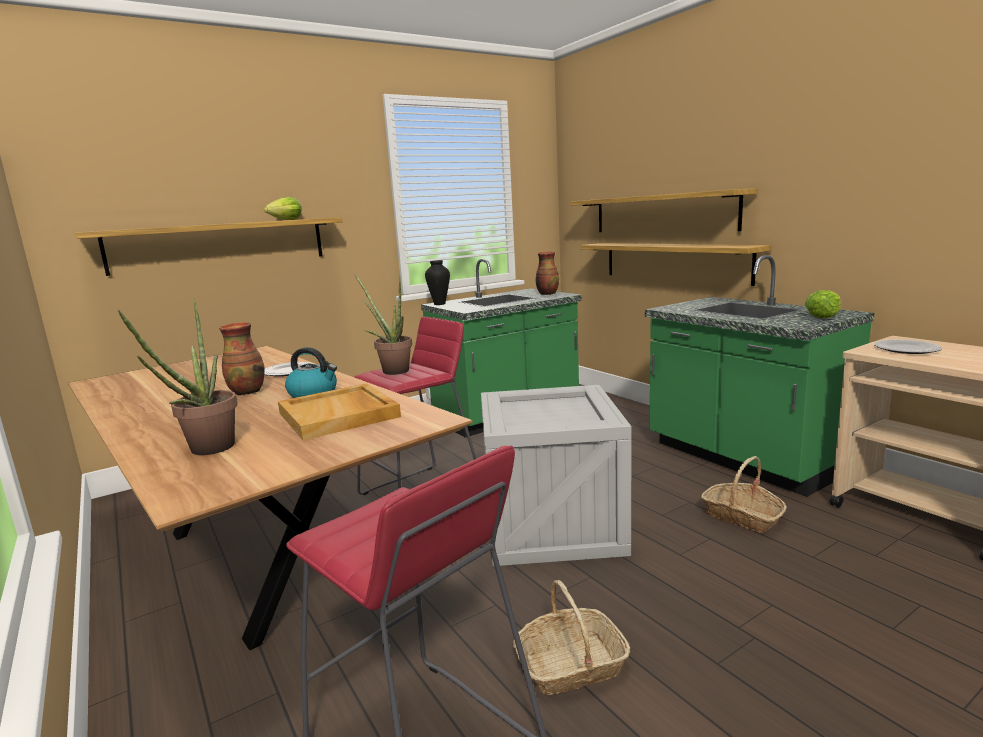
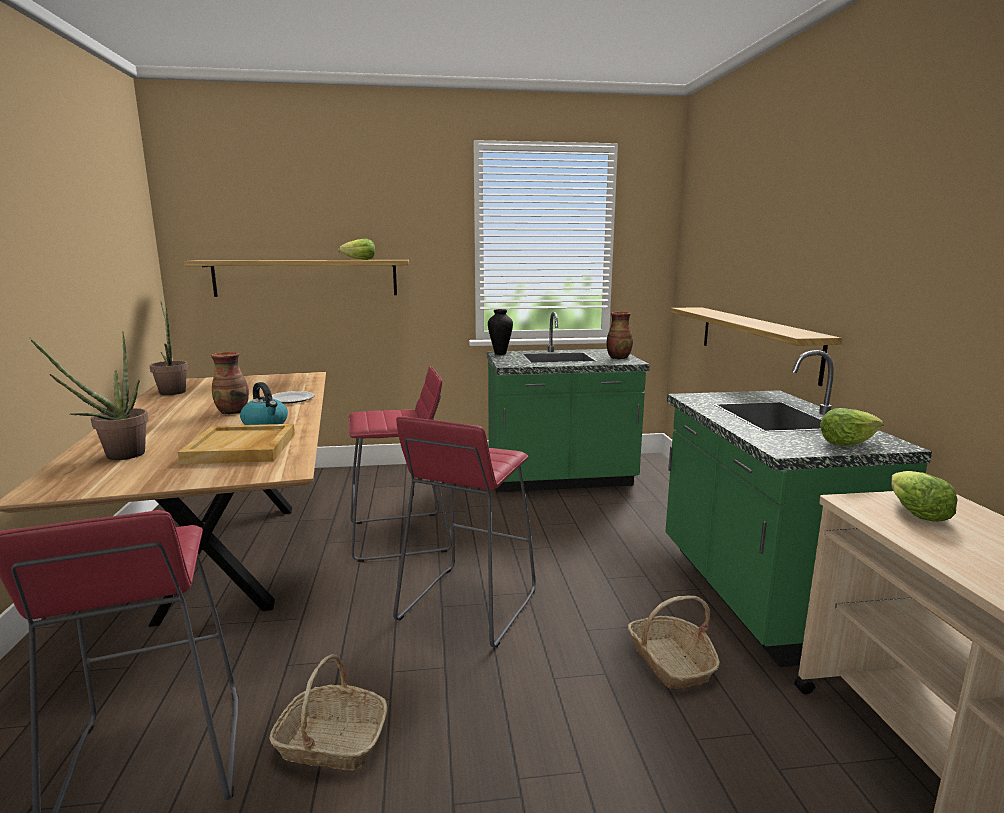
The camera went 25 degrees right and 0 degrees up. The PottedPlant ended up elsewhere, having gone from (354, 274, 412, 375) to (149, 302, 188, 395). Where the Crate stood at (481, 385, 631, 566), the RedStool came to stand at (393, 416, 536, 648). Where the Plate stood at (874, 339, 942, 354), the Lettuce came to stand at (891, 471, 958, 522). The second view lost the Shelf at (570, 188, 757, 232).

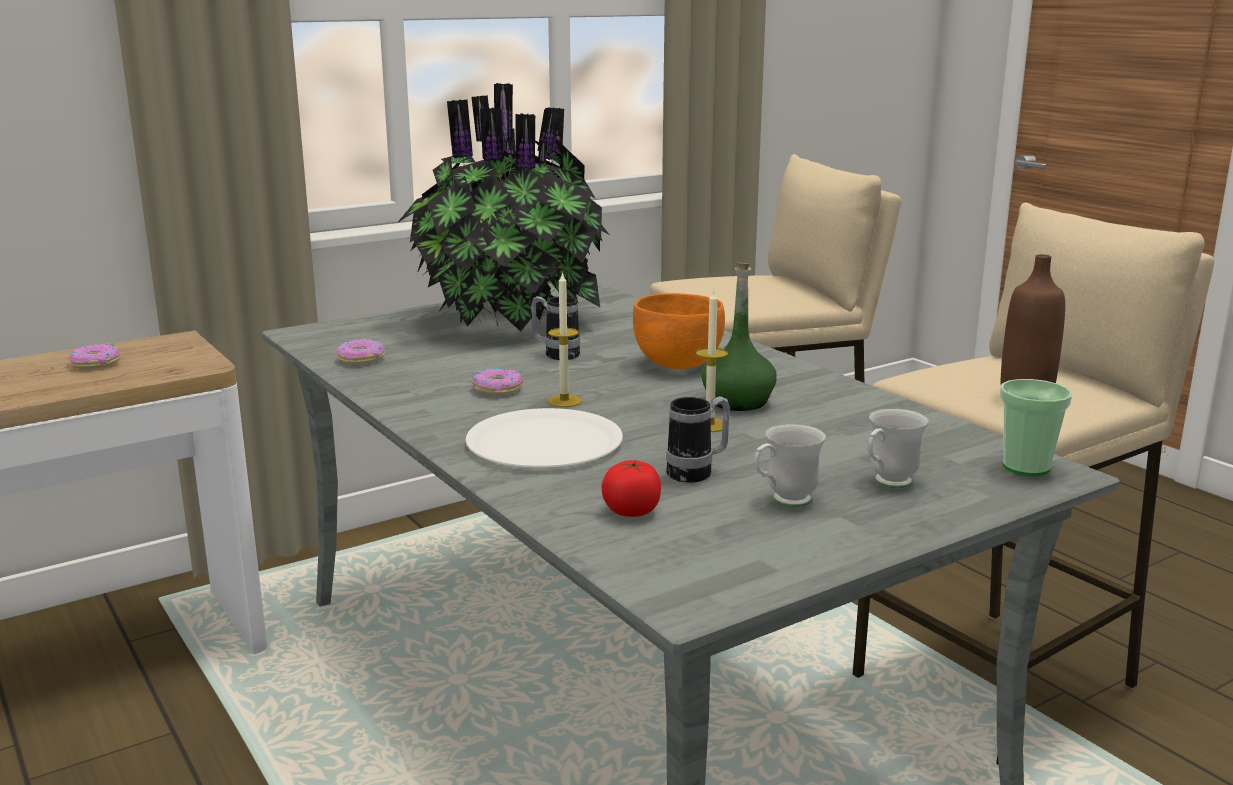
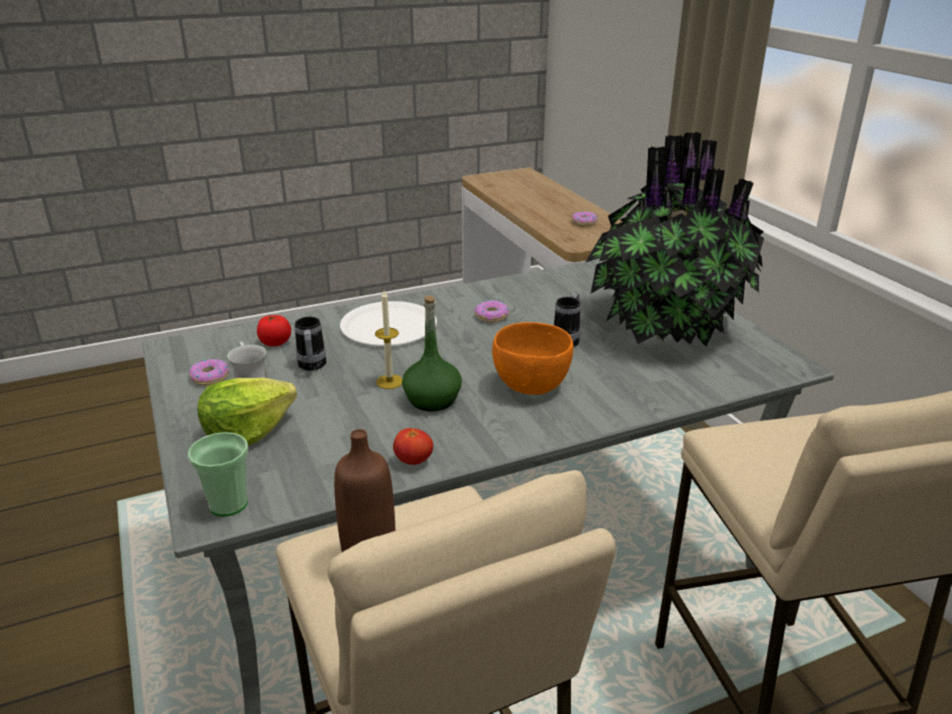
The camera went 100 degrees right and 10 degrees up. The Donut ended up elsewhere, having gone from (337, 339, 385, 365) to (189, 359, 229, 386). Where the WhiteMug stood at (868, 409, 929, 488), the Lettuce came to stand at (198, 378, 297, 446). The second view gained the Tomato at (393, 428, 433, 465). The second view lost the Candle at (547, 271, 582, 407).

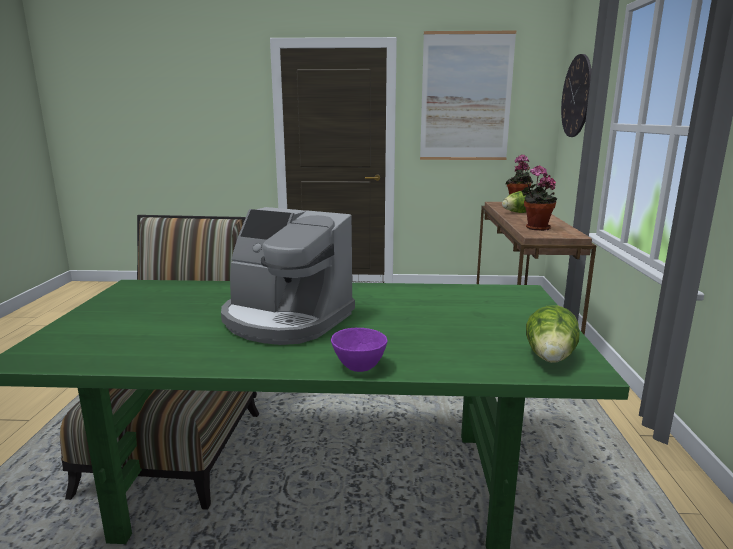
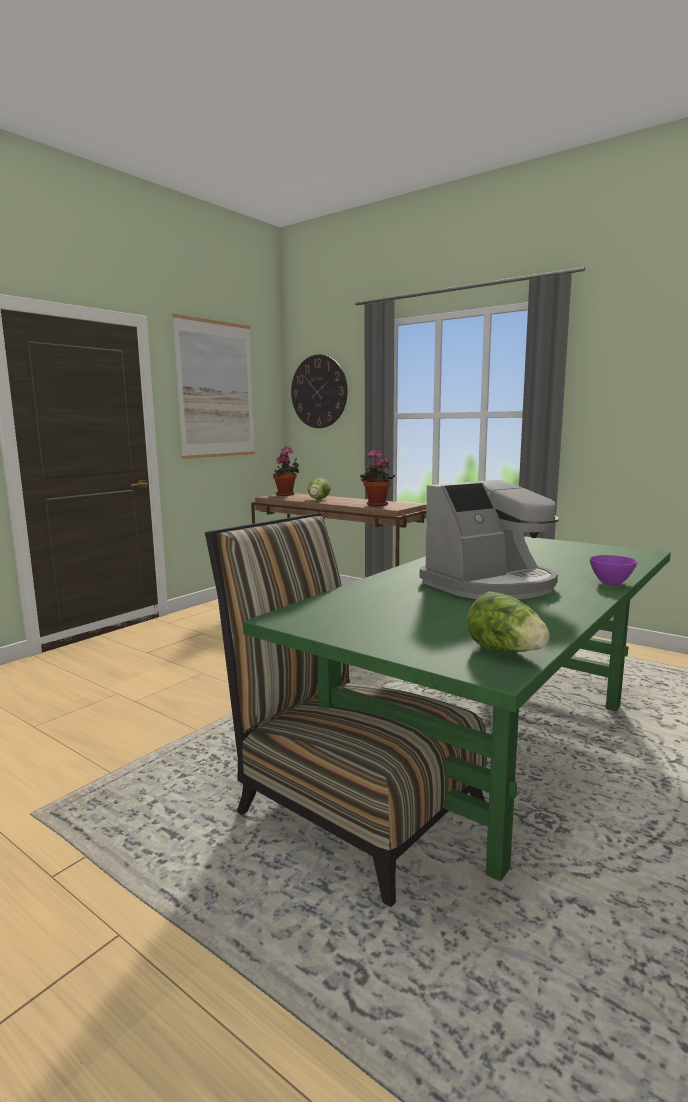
The camera went 55 degrees left and 5 degrees down. The Lettuce ended up elsewhere, having gone from (526, 305, 580, 363) to (467, 591, 550, 652).

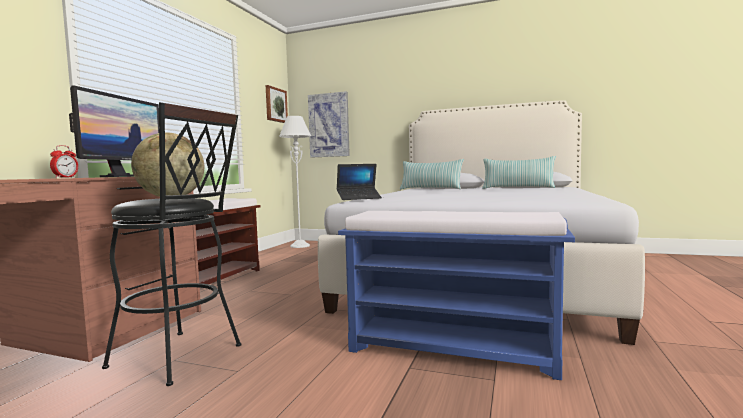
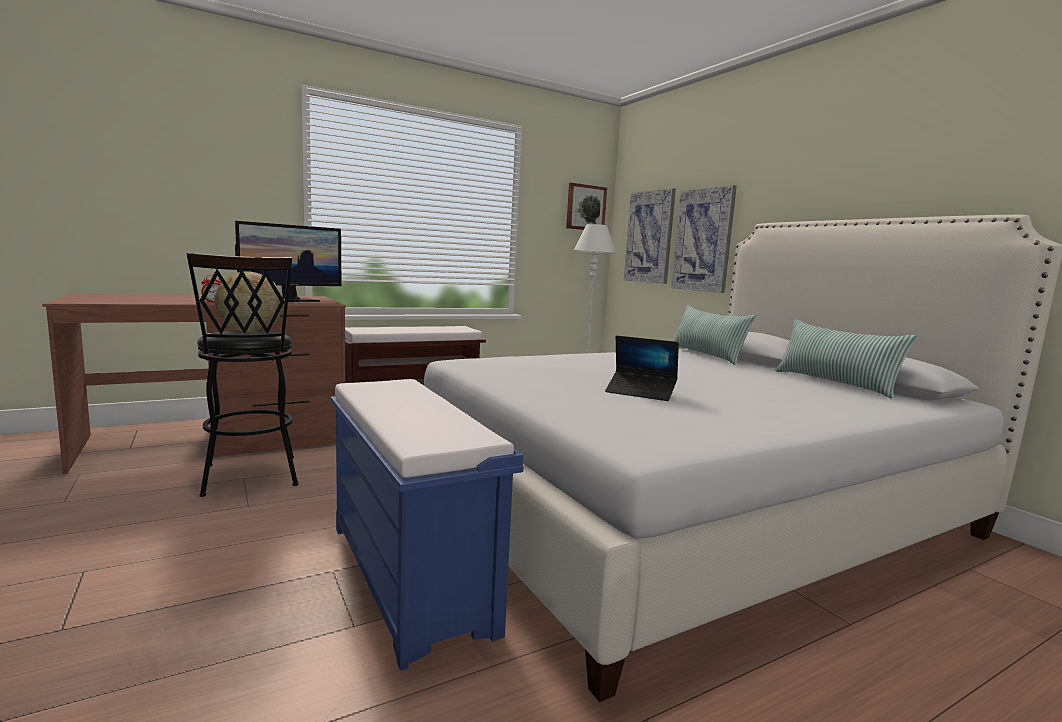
The camera went 40 degrees right and 5 degrees up. The Laptop ended up elsewhere, having gone from (337, 164, 382, 200) to (605, 336, 679, 401). The second view gained the Picture at (671, 185, 737, 293).

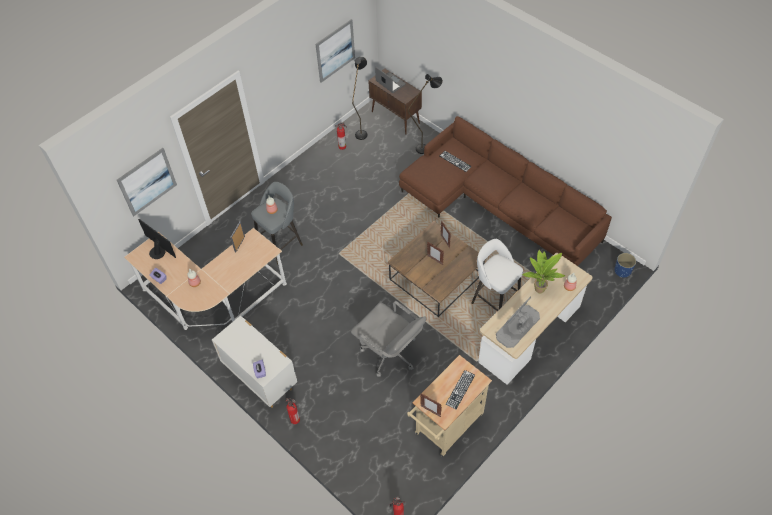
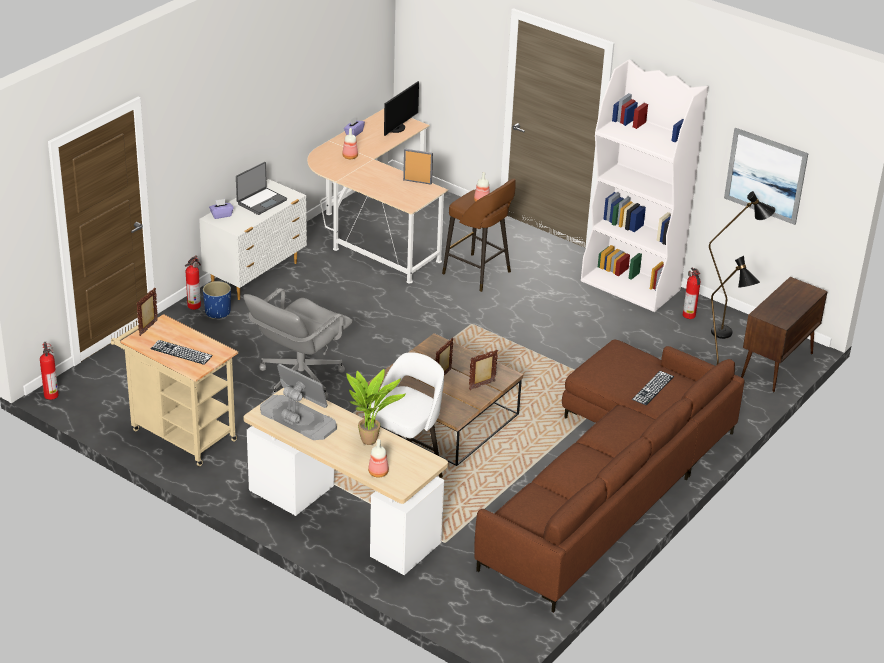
The camera went 80 degrees right and 20 degrees down. The BluePlanter ended up elsewhere, having gone from (614, 253, 636, 278) to (203, 281, 231, 319). The Laptop ended up elsewhere, having gone from (375, 67, 406, 93) to (236, 162, 287, 215). What was the GreyStool at (251, 182, 303, 264) turned into the BrownStool at (442, 179, 516, 292). The second view gained the WhiteBookcase at (581, 59, 708, 312). The second view lost the Picture at (117, 148, 177, 216).

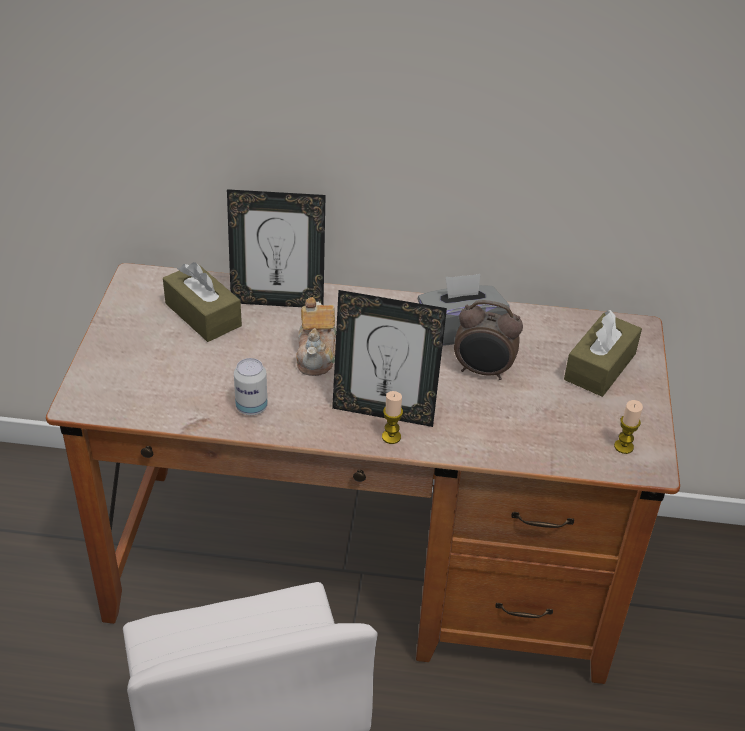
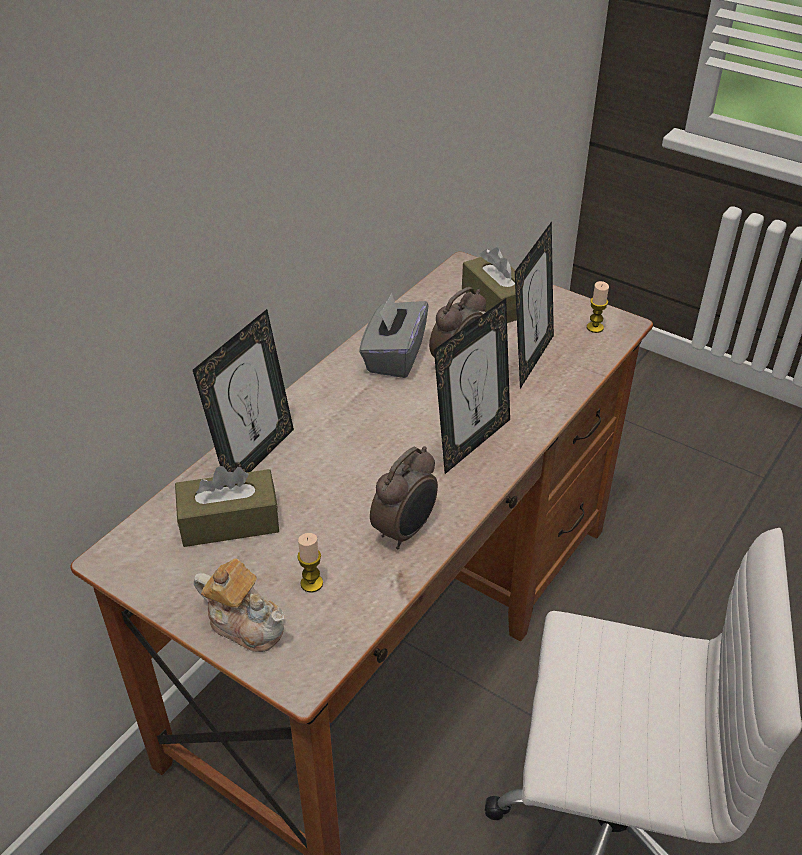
The camera went 60 degrees left and 0 degrees up. The Teapot ended up elsewhere, having gone from (296, 297, 336, 376) to (194, 559, 285, 652). The Candle ended up elsewhere, having gone from (382, 391, 403, 444) to (297, 533, 323, 593). Where the Can stood at (234, 358, 268, 415), the AlarmClock came to stand at (370, 446, 438, 549). The second view gained the PictureFrame at (515, 222, 554, 389).

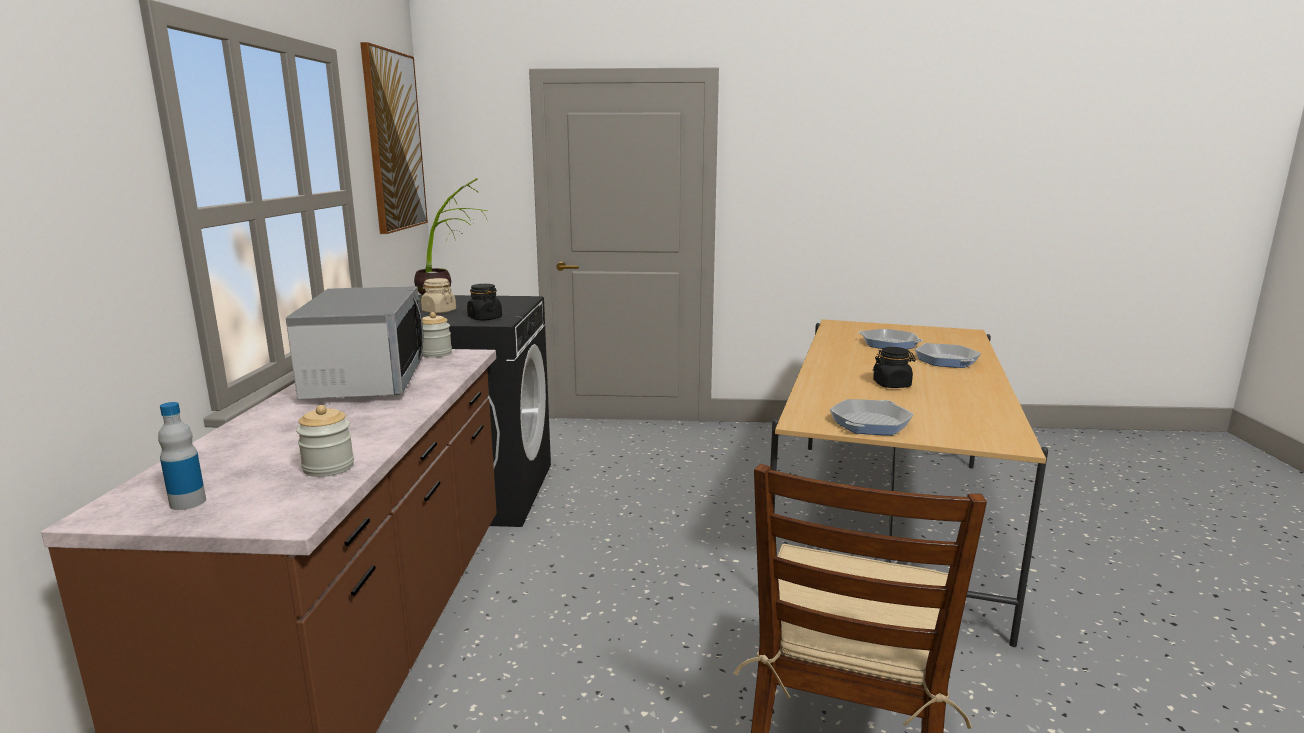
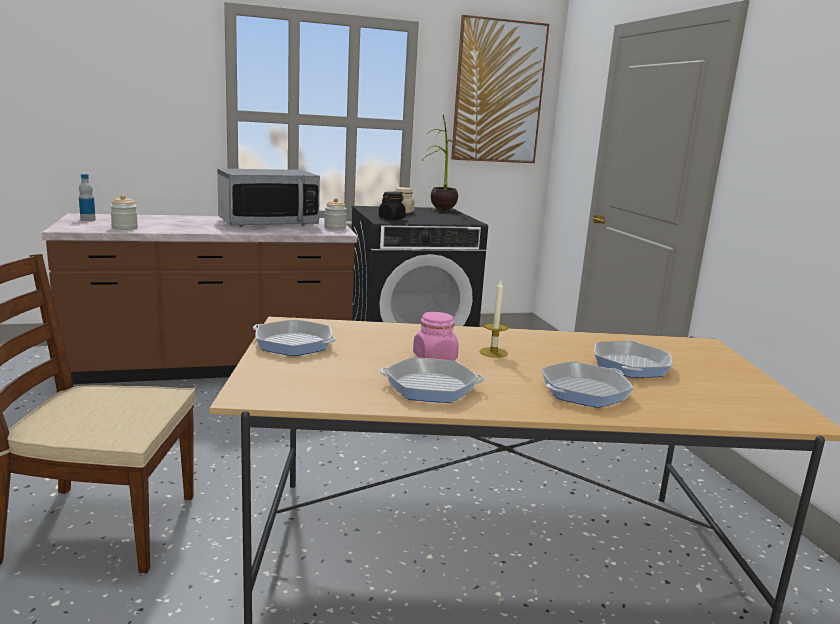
The camera went 70 degrees right and 0 degrees up. The second view gained the FryingPan at (379, 358, 485, 403). What was the BlackJar at (873, 347, 916, 388) turned into the PinkJar at (413, 312, 459, 361). The second view gained the Candle at (480, 280, 508, 358).

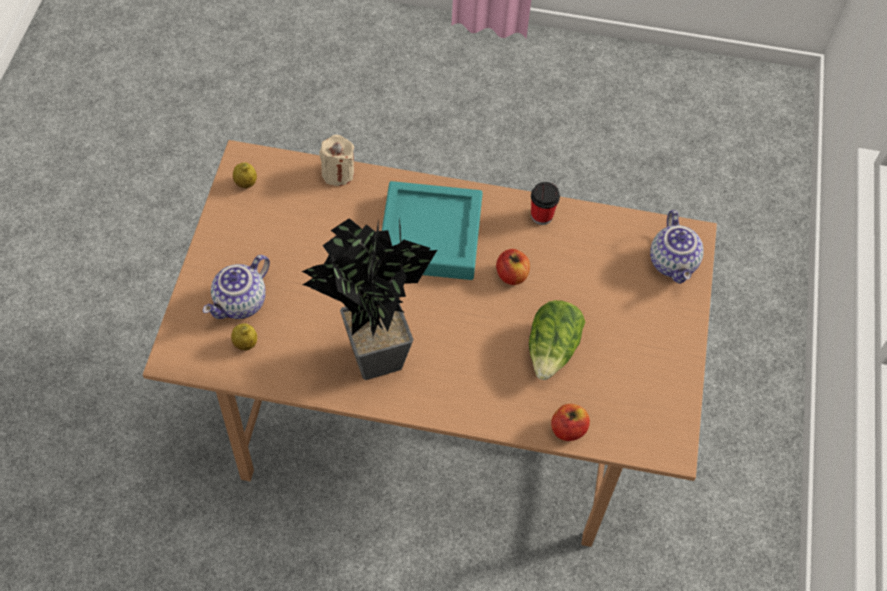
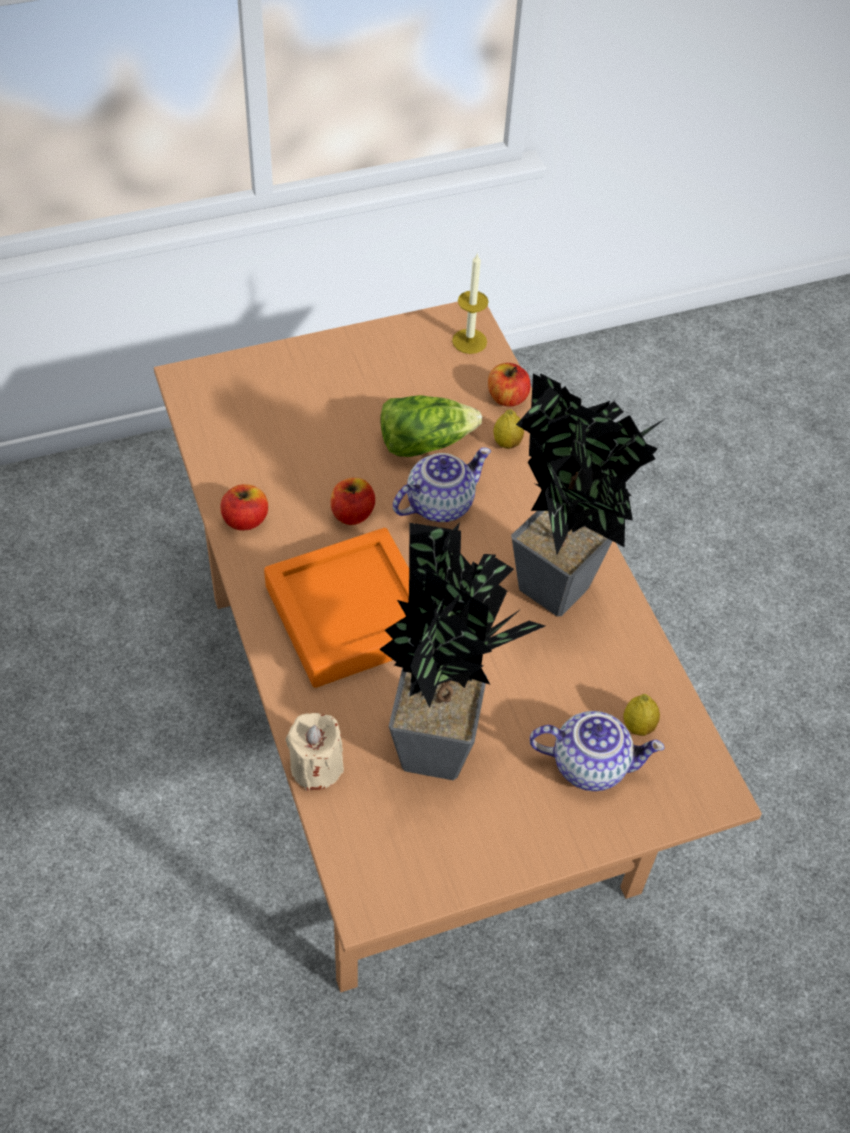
The camera went 120 degrees left and 5 degrees down. Where the Cup stood at (531, 182, 560, 225), the Apple came to stand at (220, 484, 268, 531). What was the TurquoiseTray at (382, 181, 483, 280) turned into the OrangeTray at (264, 528, 409, 688). The second view gained the PottedPlant at (379, 523, 545, 780). The Teapot ended up elsewhere, having gone from (650, 210, 704, 284) to (393, 447, 491, 522). The second view gained the Candle at (452, 253, 489, 354). The Lemon ended up elsewhere, having gone from (233, 162, 257, 188) to (493, 410, 524, 449).

